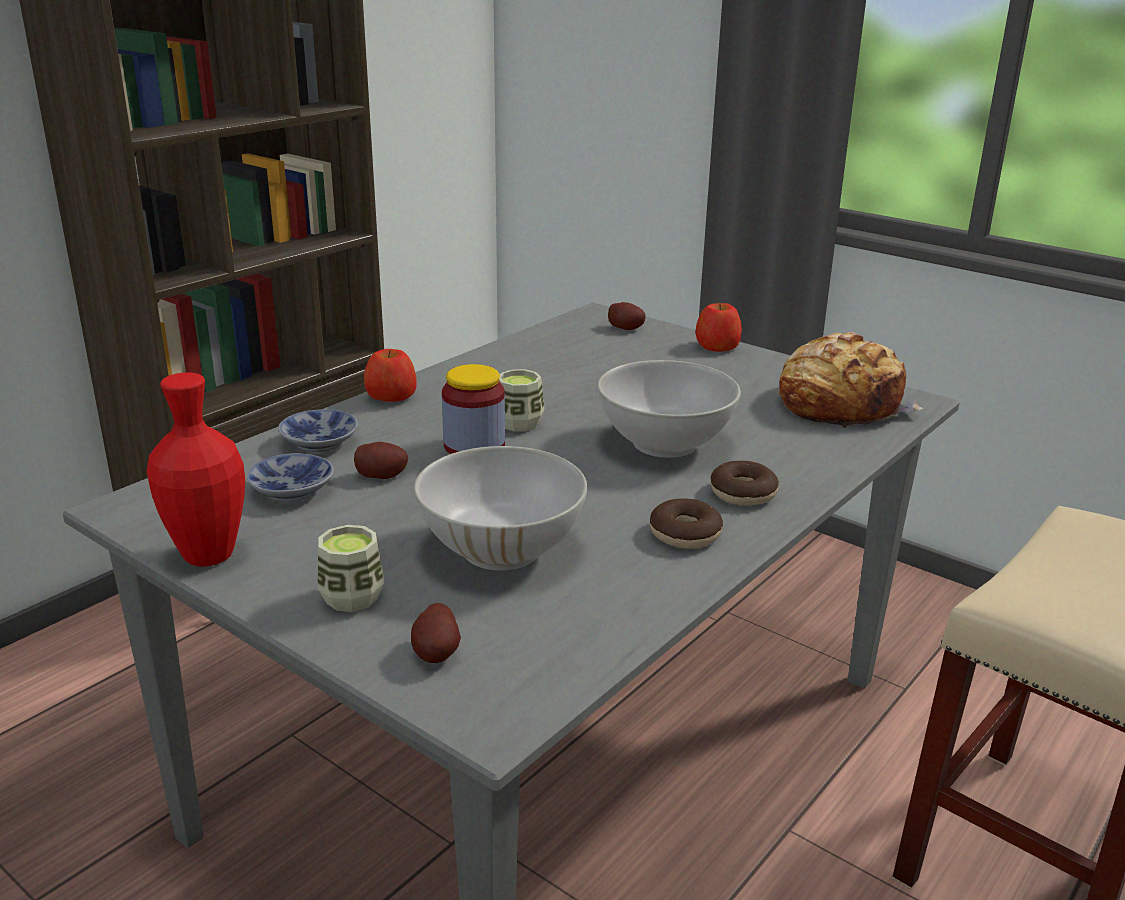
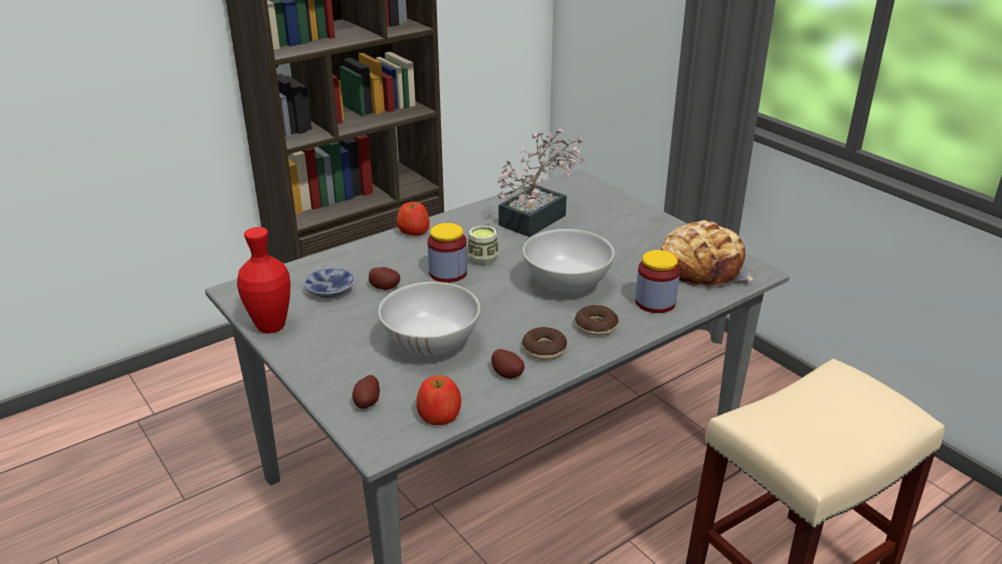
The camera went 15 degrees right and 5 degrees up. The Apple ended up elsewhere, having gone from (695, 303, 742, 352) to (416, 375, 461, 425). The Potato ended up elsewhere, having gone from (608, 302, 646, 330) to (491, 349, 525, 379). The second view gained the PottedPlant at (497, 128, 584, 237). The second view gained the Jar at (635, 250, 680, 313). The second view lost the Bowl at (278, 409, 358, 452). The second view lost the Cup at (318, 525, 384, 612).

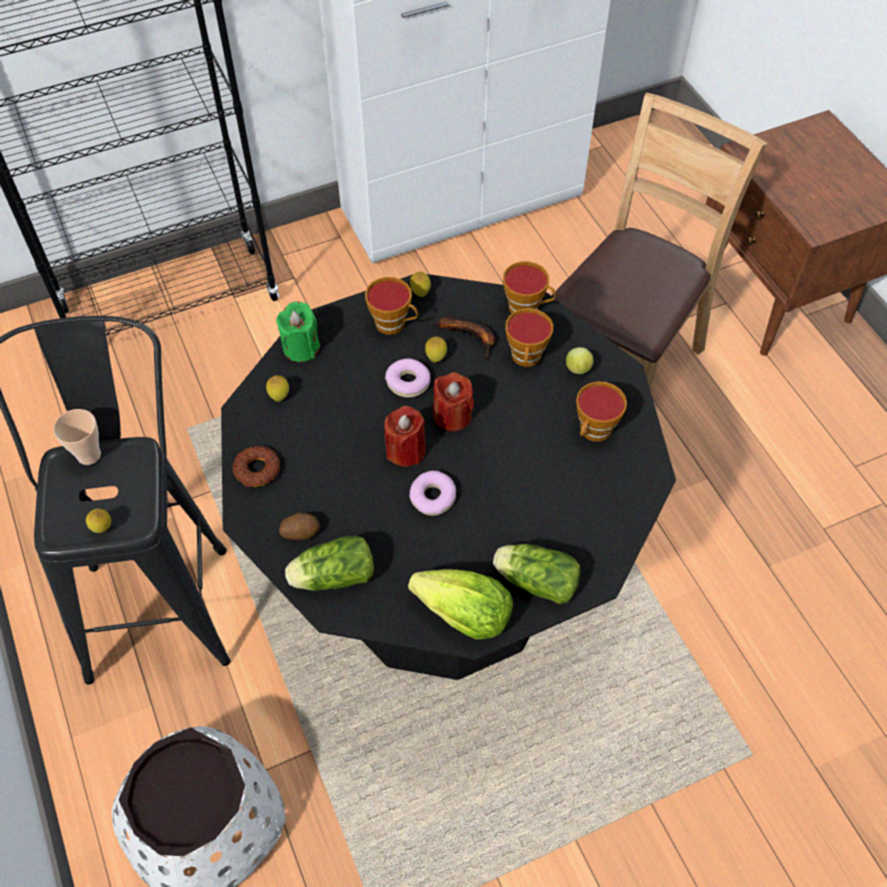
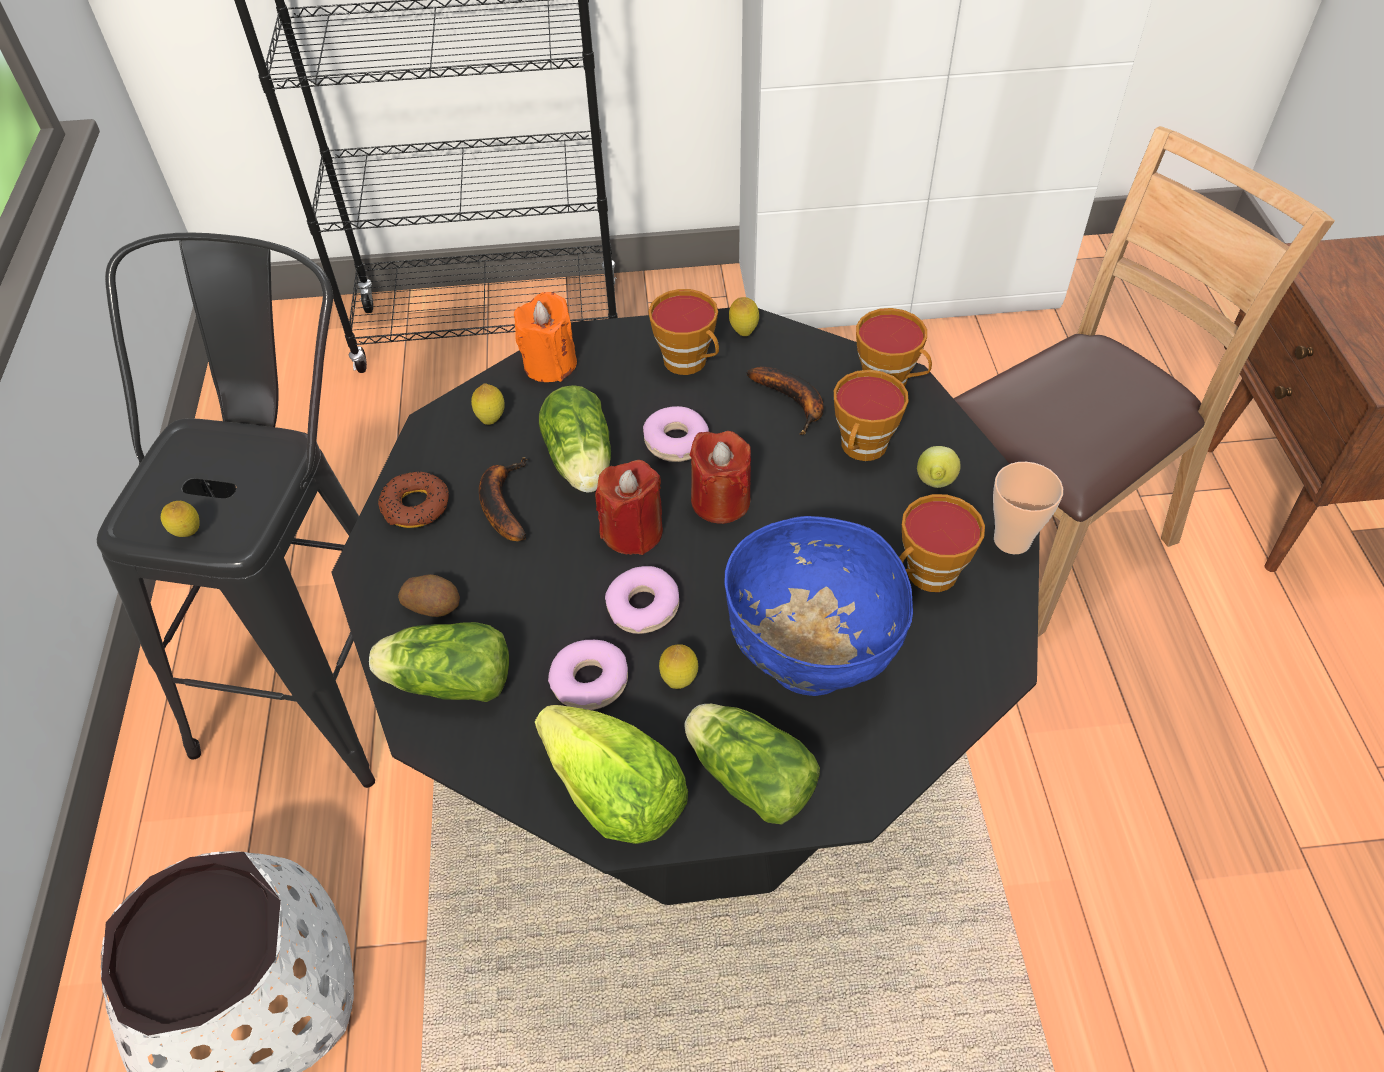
The camera went 20 degrees right and 5 degrees down. The second view gained the Banana at (479, 457, 528, 541). What was the GreenCandle at (276, 301, 320, 362) turned into the OrangeCandle at (514, 292, 577, 382). The second view gained the Lettuce at (539, 385, 611, 493). The second view gained the Donut at (548, 640, 628, 710). The Lemon ended up elsewhere, having gone from (425, 336, 447, 363) to (659, 644, 698, 689). The second view gained the BlueBowl at (724, 516, 913, 696). The Cup ended up elsewhere, having gone from (53, 409, 101, 465) to (993, 462, 1063, 554).

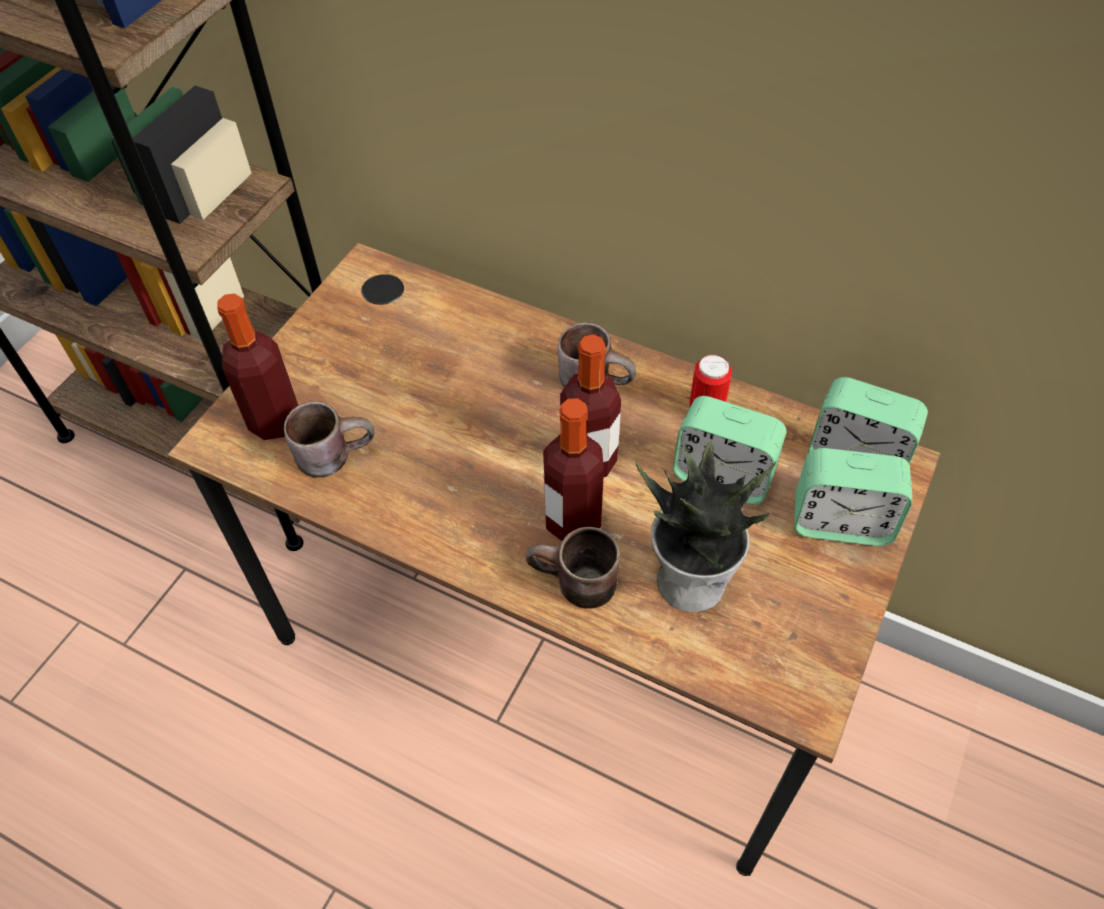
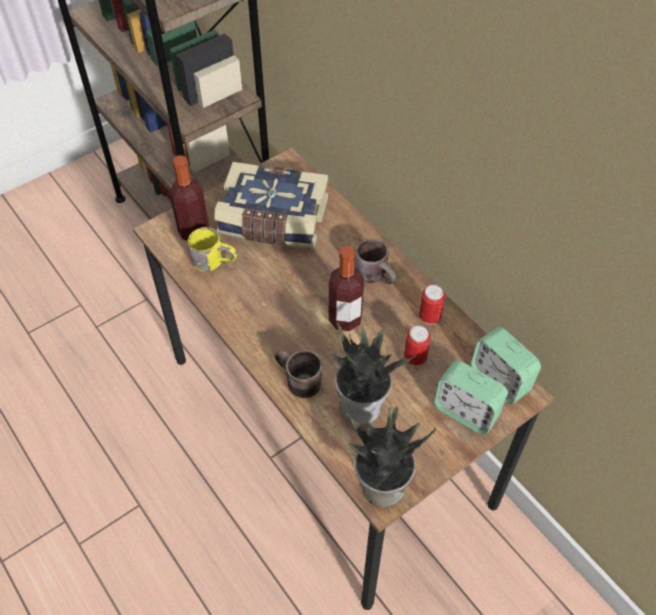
The camera went 25 degrees right and 0 degrees up. What was the BrownMug at (284, 401, 374, 478) turned into the YellowMug at (187, 227, 237, 271). The second view gained the Book at (214, 162, 328, 248). The second view gained the PottedPlant at (345, 406, 436, 508). Where the AlarmClock stood at (673, 396, 787, 504), the Can came to stand at (404, 326, 431, 366). The second view lost the Bottle at (543, 398, 604, 541).

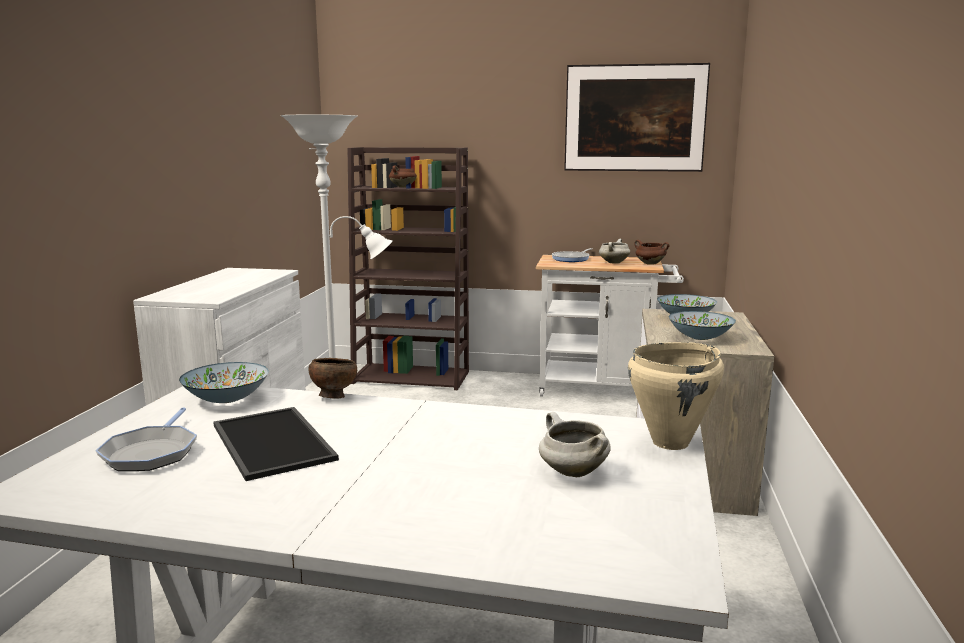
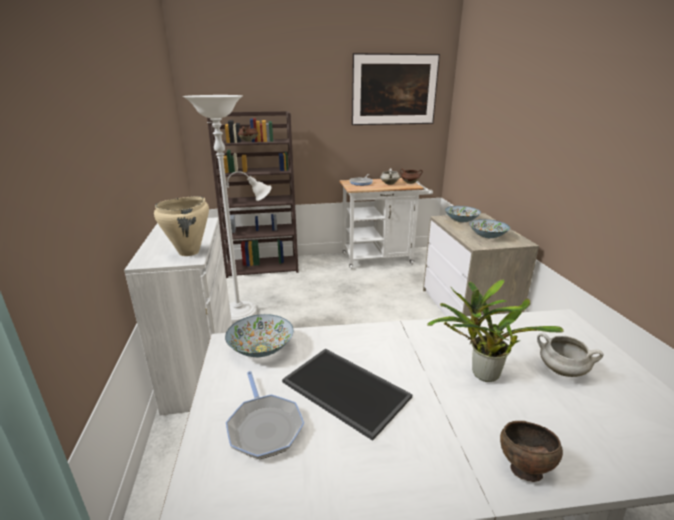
The camera went 20 degrees left and 10 degrees up. The BeigeCookingPot ended up elsewhere, having gone from (628, 342, 724, 450) to (154, 196, 209, 256). The second view gained the PottedPlant at (427, 279, 564, 382). The BrownBowl ended up elsewhere, having gone from (309, 358, 357, 399) to (500, 421, 563, 482).

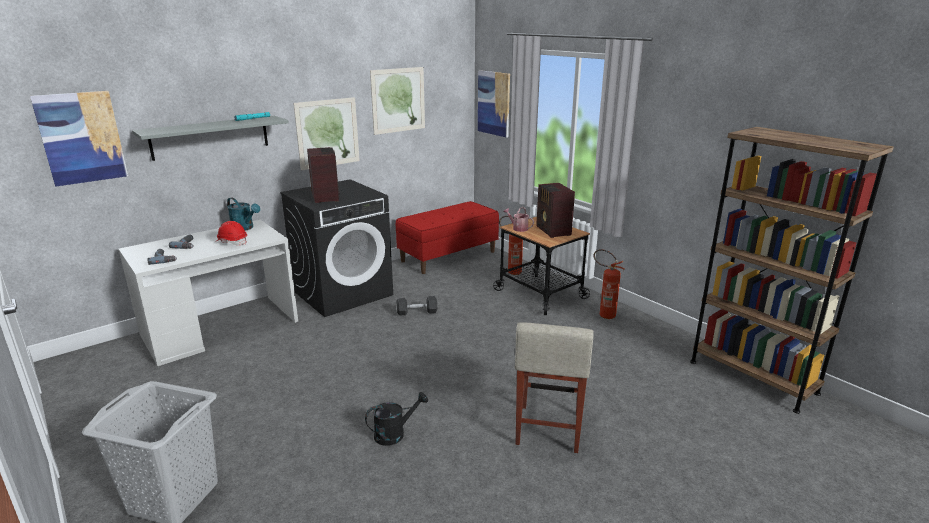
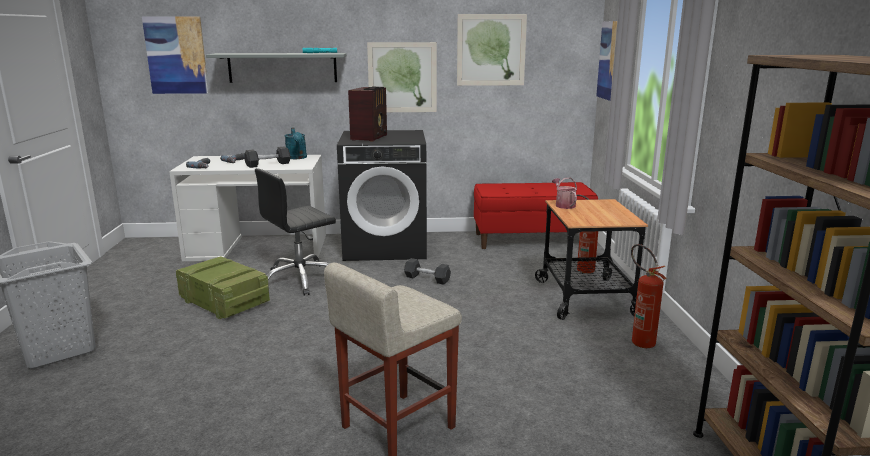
The camera went 35 degrees right and 5 degrees down. The second view gained the Crate at (176, 256, 270, 319). Where the RedHardHat stood at (215, 221, 247, 246), the BlackDumbbell came to stand at (244, 146, 290, 168). The second view gained the BlackOfficeChair at (255, 168, 336, 296). The second view lost the BlackWateringCan at (365, 392, 428, 446). The second view lost the Radio at (536, 183, 575, 238).

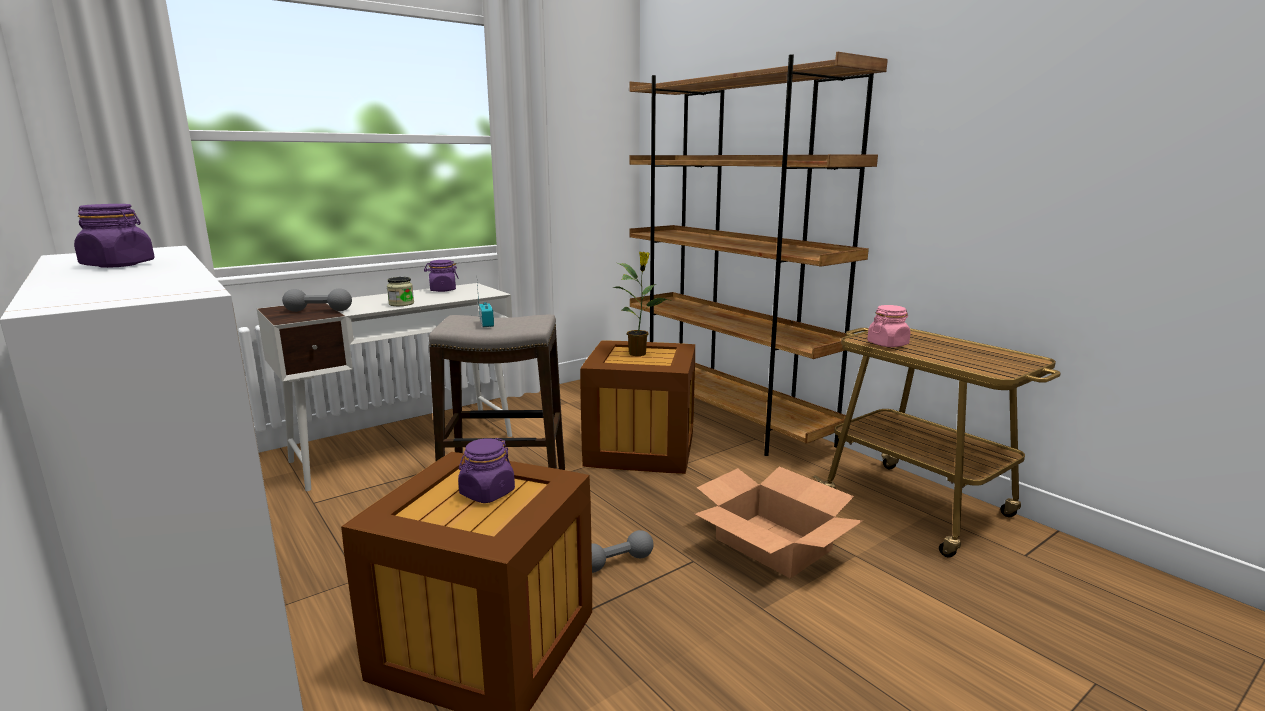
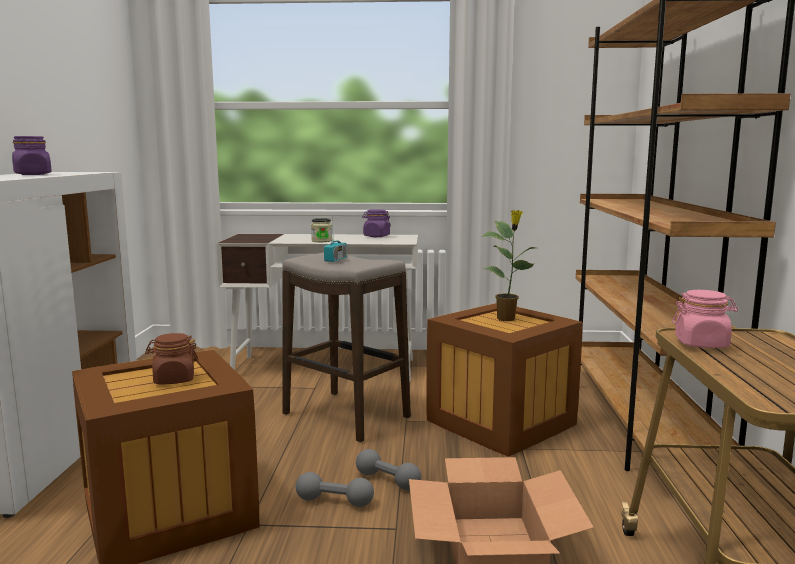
The camera went 40 degrees right and 5 degrees down. What was the PurpleJar at (458, 438, 515, 503) turned into the BrownJar at (145, 333, 199, 384). The GreyDumbbell ended up elsewhere, having gone from (282, 289, 352, 312) to (356, 449, 421, 490).

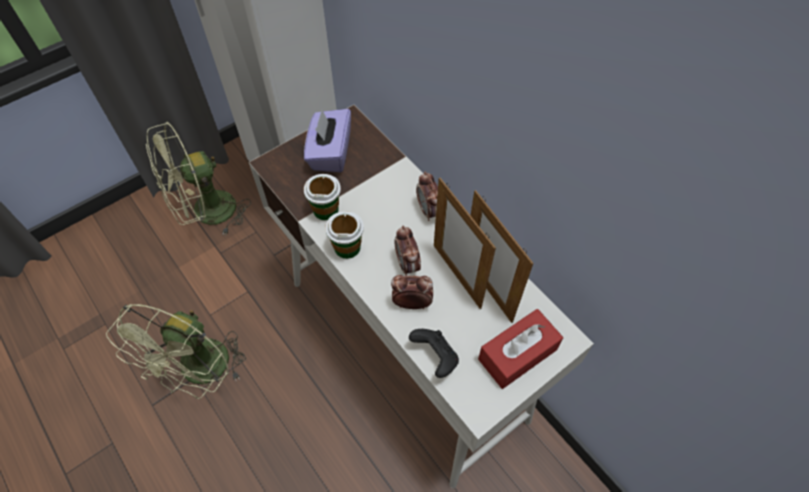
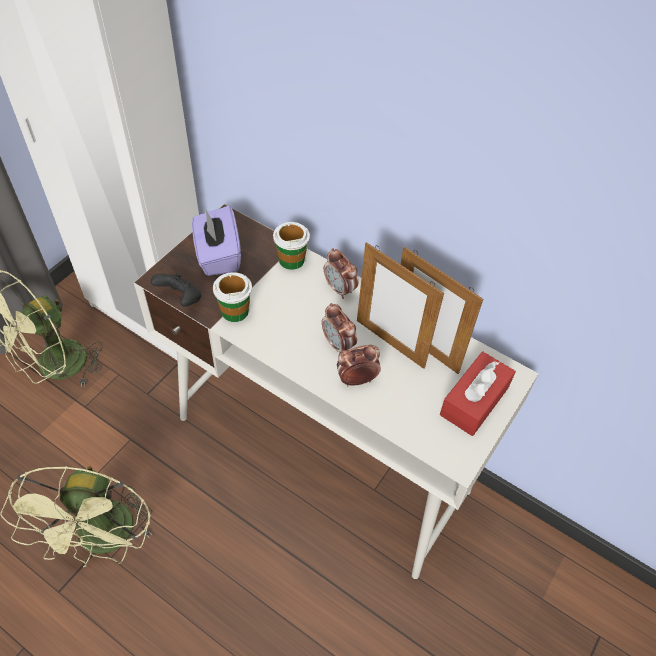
The camera went 20 degrees left and 5 degrees down. The BlackGameController ended up elsewhere, having gone from (409, 329, 459, 378) to (151, 273, 201, 307). The Cup ended up elsewhere, having gone from (325, 211, 364, 259) to (273, 222, 310, 270).

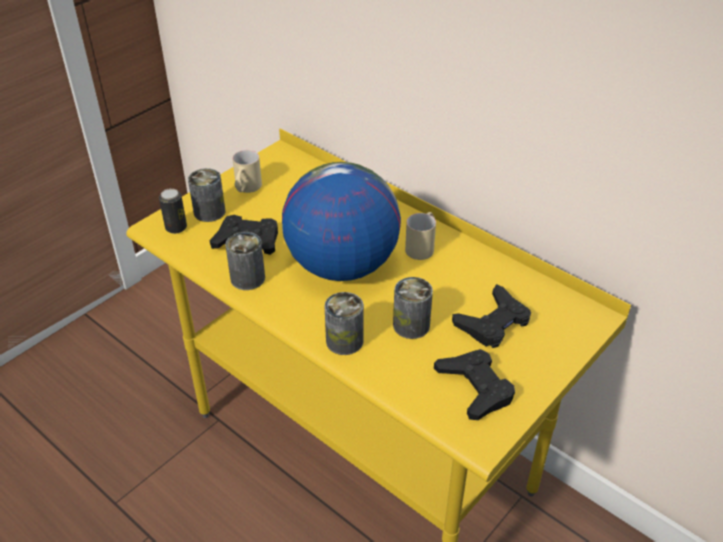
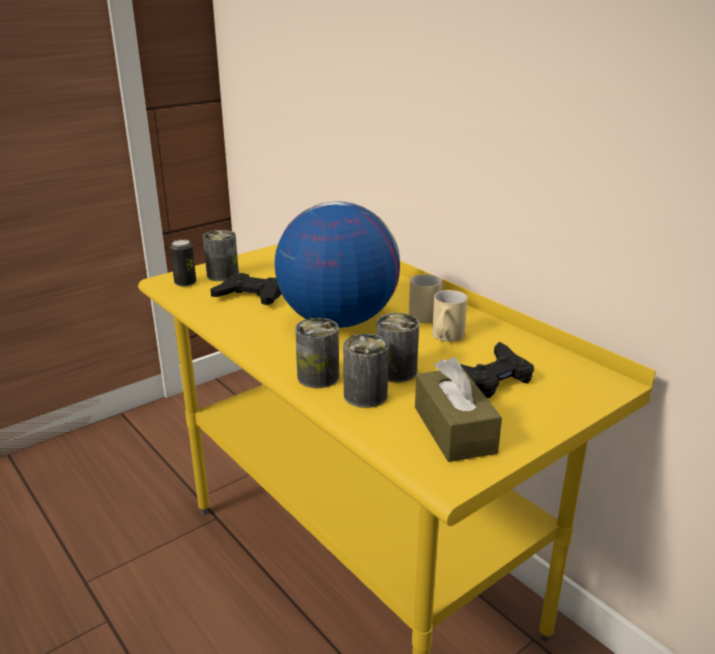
The camera went 10 degrees right and 15 degrees down. The Can ended up elsewhere, having gone from (225, 232, 265, 290) to (343, 334, 389, 408). Where the BlackGameController stood at (434, 349, 515, 420), the BrownTissueBox came to stand at (415, 357, 502, 462). The BeigeMug ended up elsewhere, having gone from (232, 150, 262, 193) to (432, 290, 467, 342).

